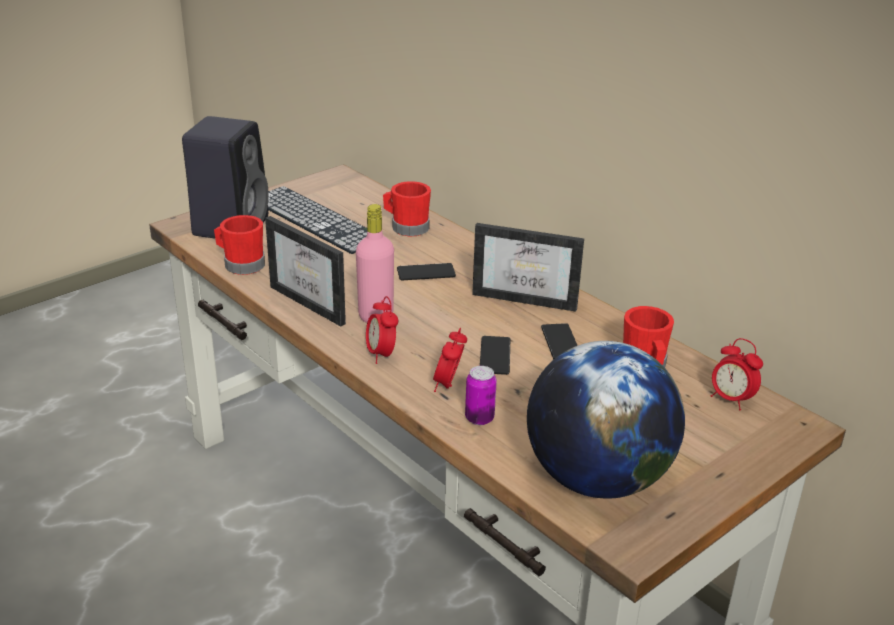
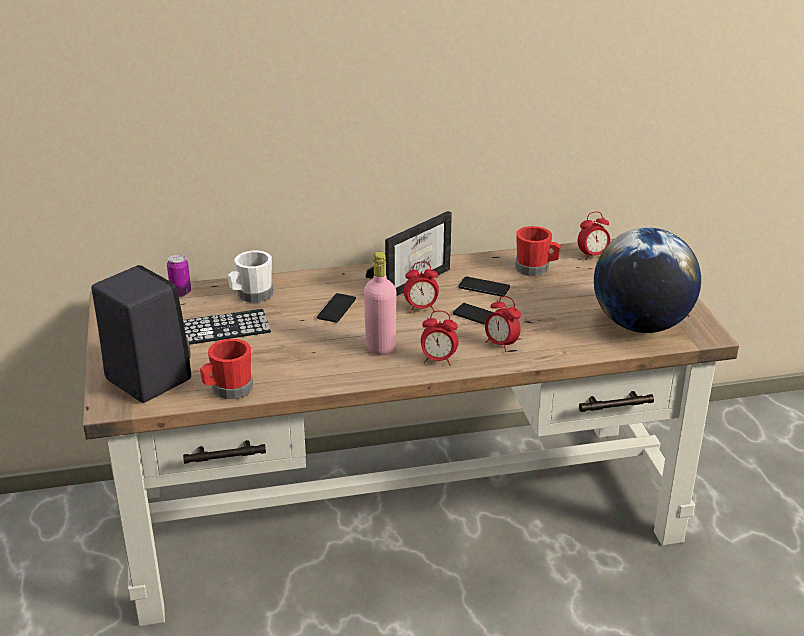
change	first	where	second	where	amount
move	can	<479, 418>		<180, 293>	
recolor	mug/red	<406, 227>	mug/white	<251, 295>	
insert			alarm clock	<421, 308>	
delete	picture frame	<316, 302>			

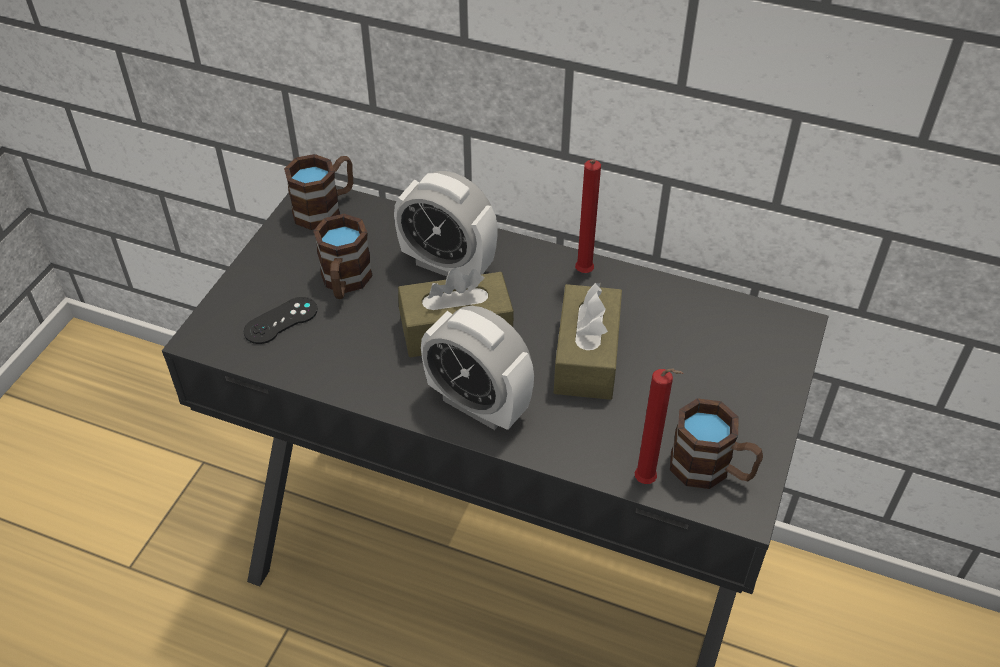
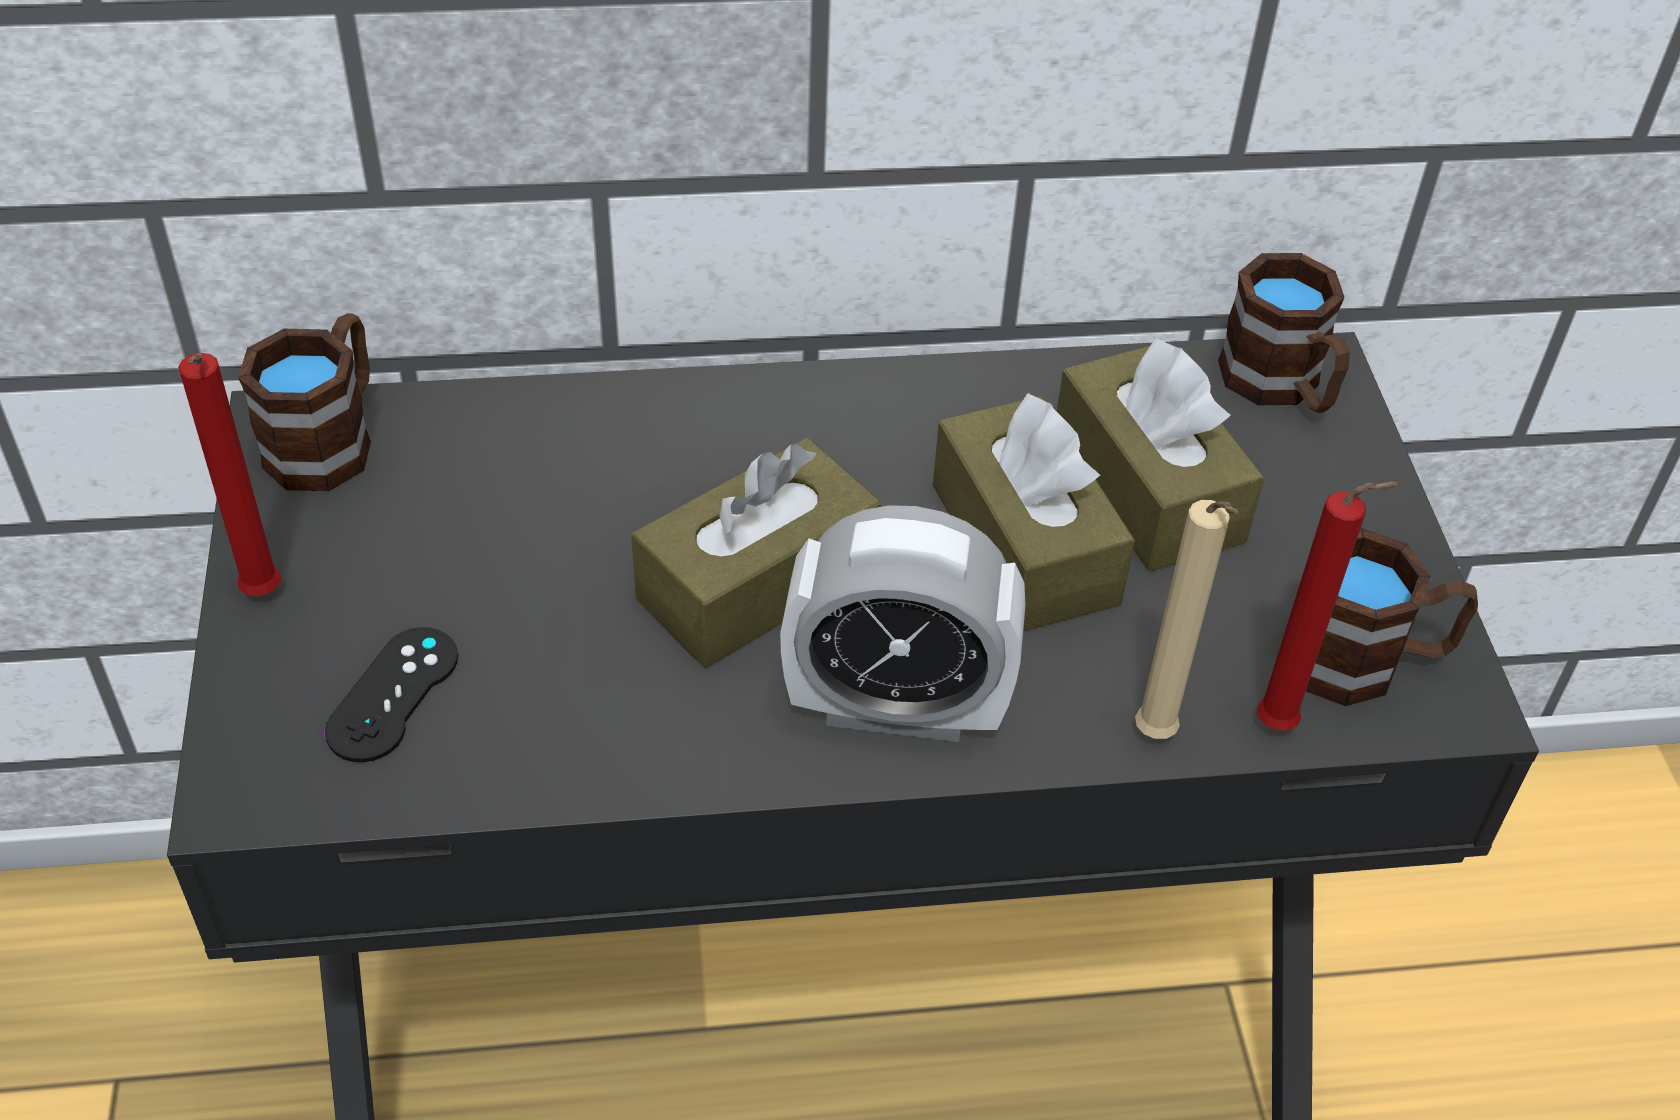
change	first	where	second	where	amount
move	candle/red	<583, 274>		<262, 598>	
insert			tissue box/brown	<1147, 487>	
insert			candle/beige	<1157, 739>	
move	mug/brown	<345, 283>		<1281, 387>	
delete	alarm clock	<447, 265>			

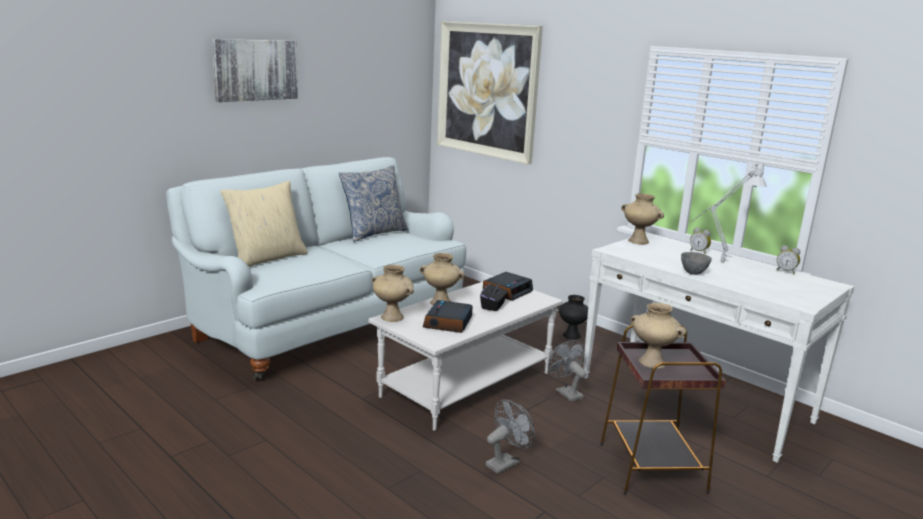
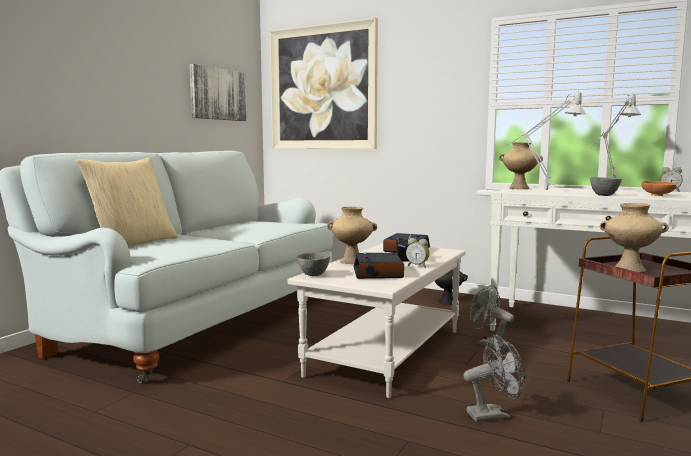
change	first	where	second	where	amount
move	picture	<255, 70>		<217, 94>	
replace	vase/beige	<393, 317>	bowl/grey	<314, 275>	
move	alarm clock	<699, 252>		<417, 266>	
rotate	fan/grey	<506, 462>		<493, 414>	45 degrees clockwise
insert			table lamp/grey	<540, 191>	
insert			bowl/brown	<658, 196>	
delete	pillow	<374, 233>			

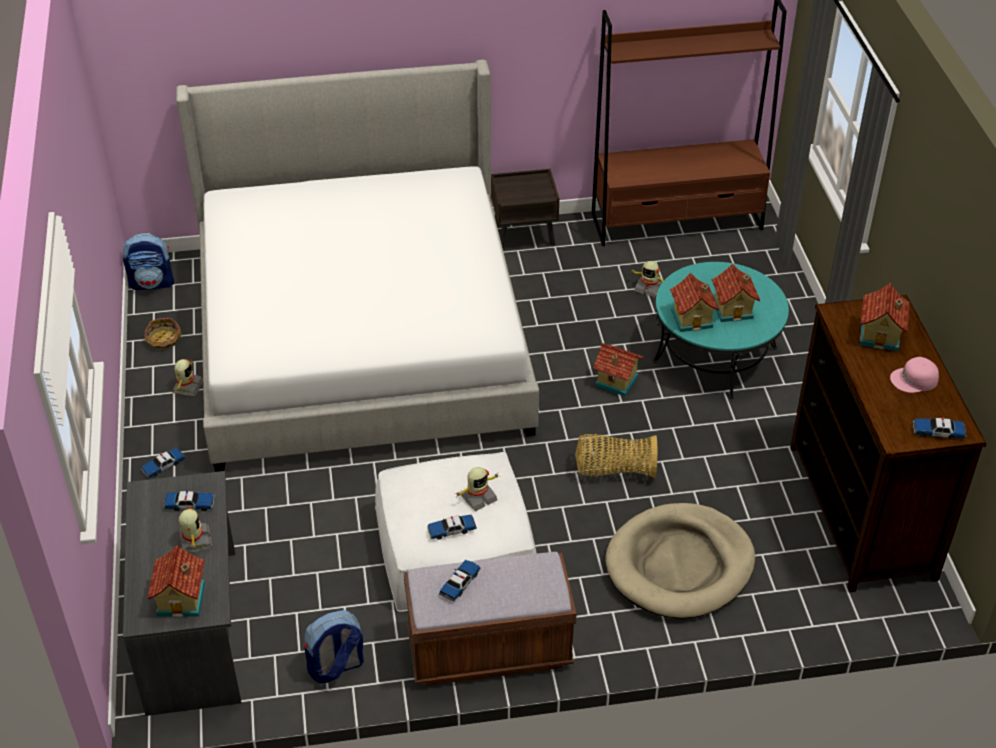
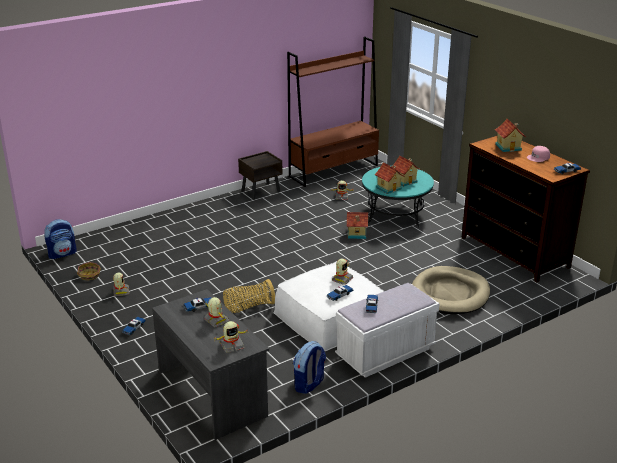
change	first	where	second	where	amount
replace	toy house	<182, 599>	toy robot	<231, 346>	
move	basket	<614, 470>		<248, 307>	
recolor	bench/brown	<489, 650>	bench/white	<385, 353>	
delete	bed	<361, 338>			

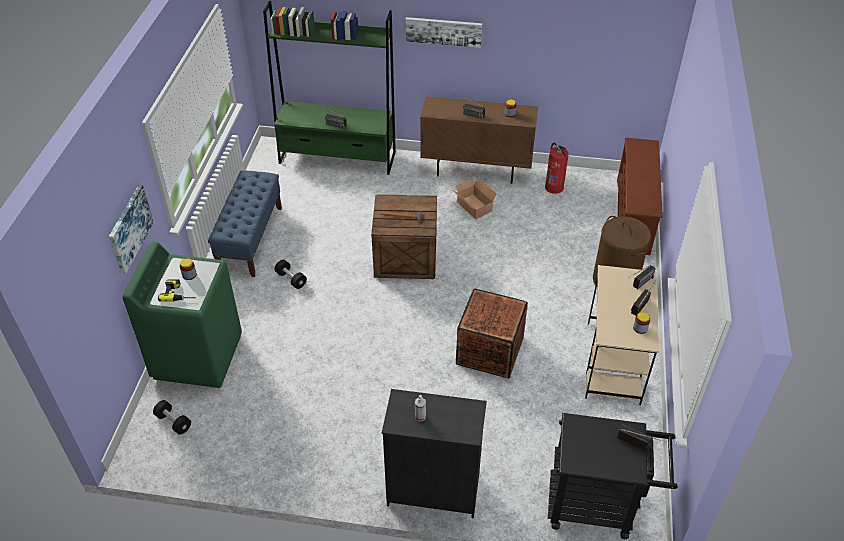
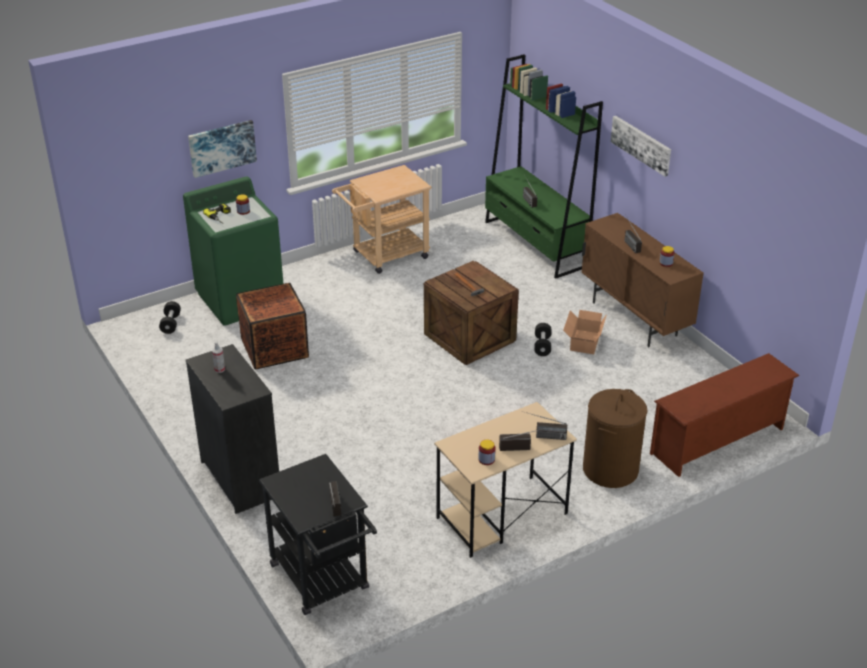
change	first	where	second	where	amount
move	crate	<489, 351>		<274, 348>	
replace	bench/blue	<250, 239>	cart/beige	<384, 256>	
move	dumbbell/black	<291, 279>		<542, 346>	
delete	fire extinguisher	<553, 187>			

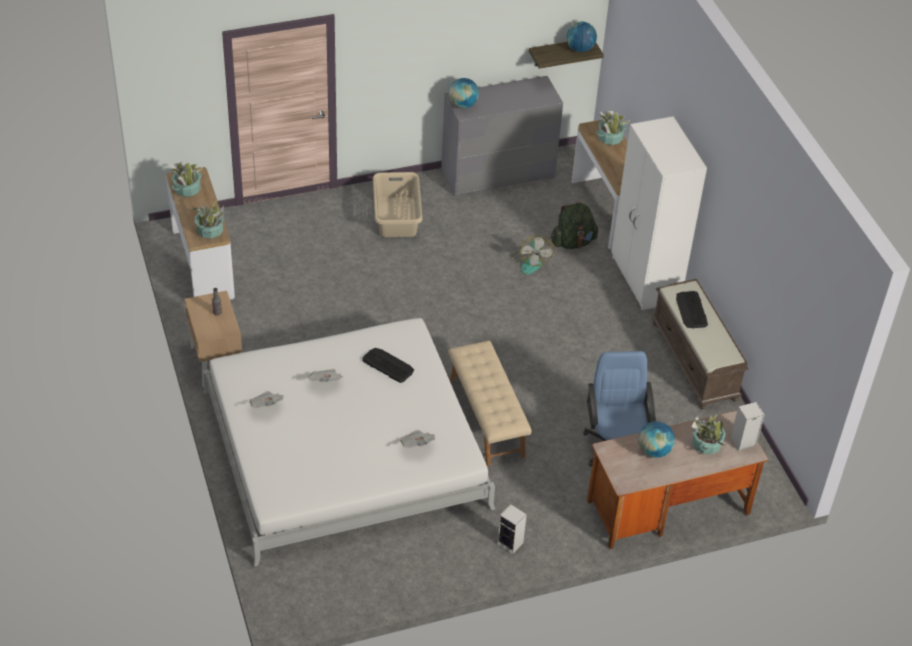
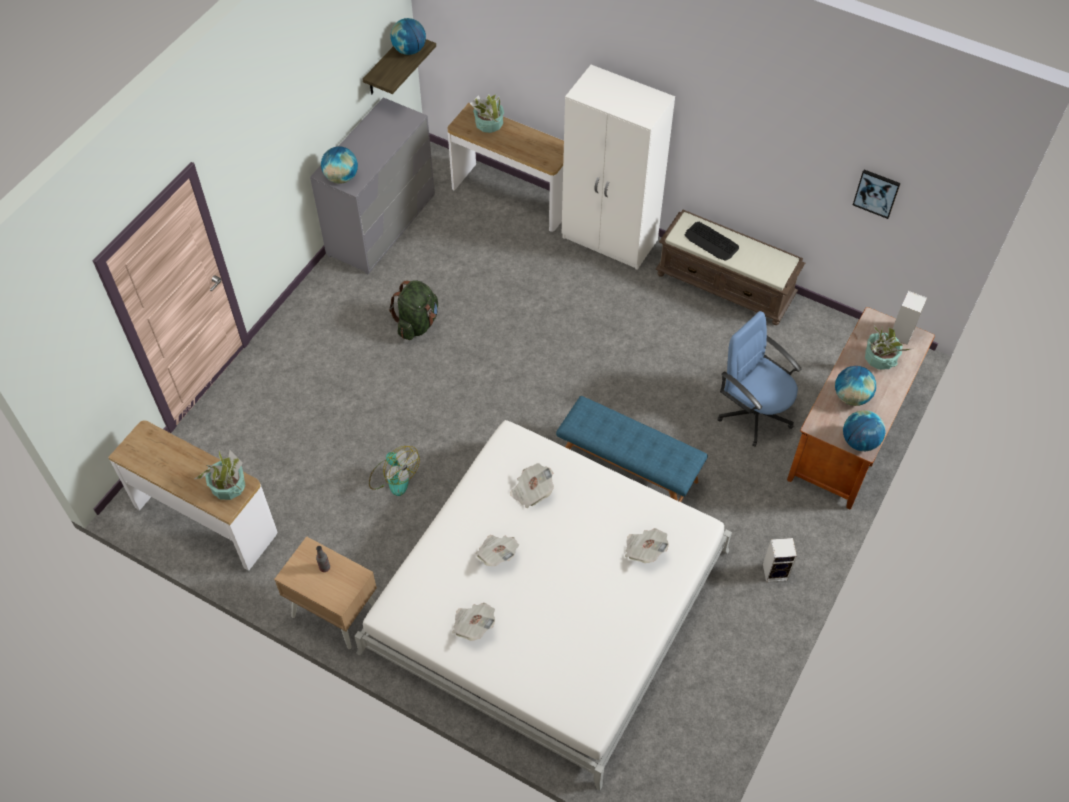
change	first	where	second	where	amount
move	fan	<530, 262>		<393, 477>	
move	backpack/green	<573, 242>		<417, 323>	
replace	keyboard	<388, 365>	newspaper	<531, 491>	
recolor	bench/beige	<486, 417>	bench/blue	<627, 469>	
insert			globe	<859, 441>	
insert			picture	<876, 193>	
delete	potted plant	<187, 189>			
delete	laundry basket/beige	<397, 217>			

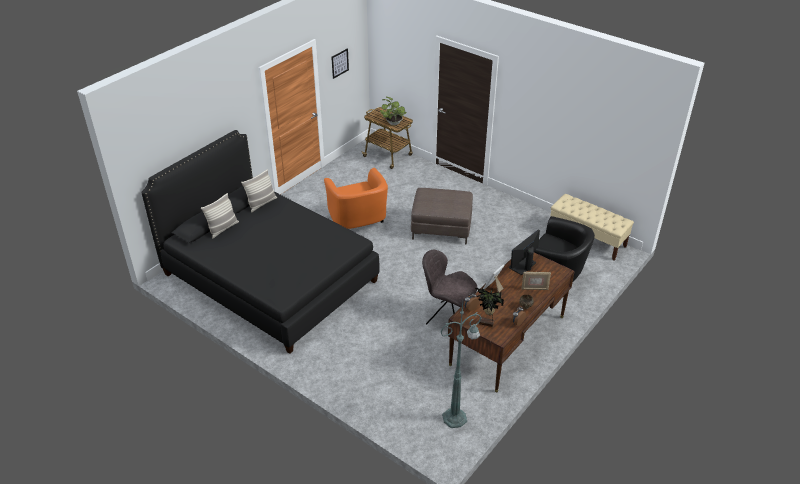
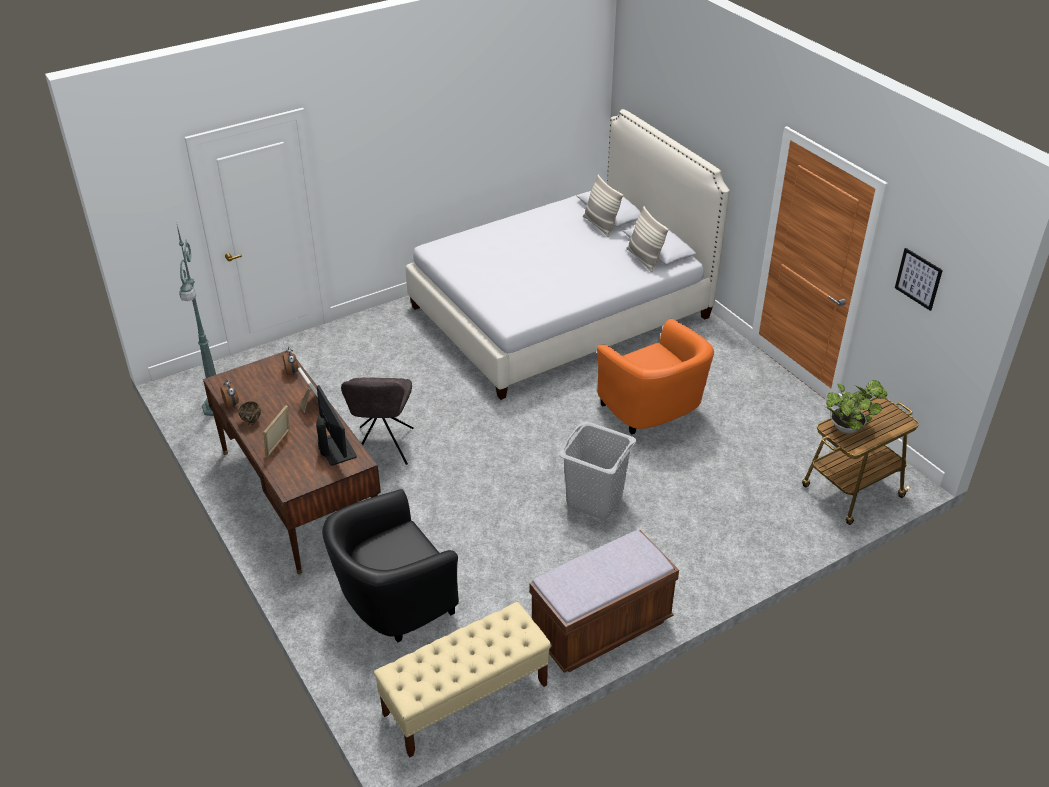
change	first	where	second	where	amount
rotate	chair/grey	<447, 318>		<382, 447>	135 degrees clockwise
recolor	bed/black	<269, 277>	bed/white	<560, 311>	
insert			bench/brown	<601, 628>	
replace	ottoman/brown	<441, 228>	laundry basket/grey	<595, 501>	
rotate	armchair/orange	<358, 221>		<653, 412>	120 degrees counterclockwise
delete	potted plant	<486, 324>			

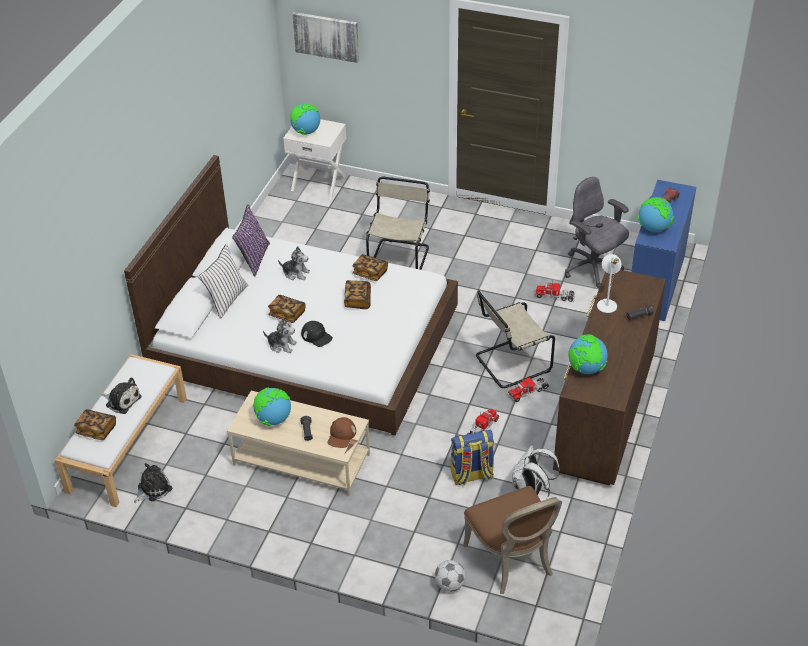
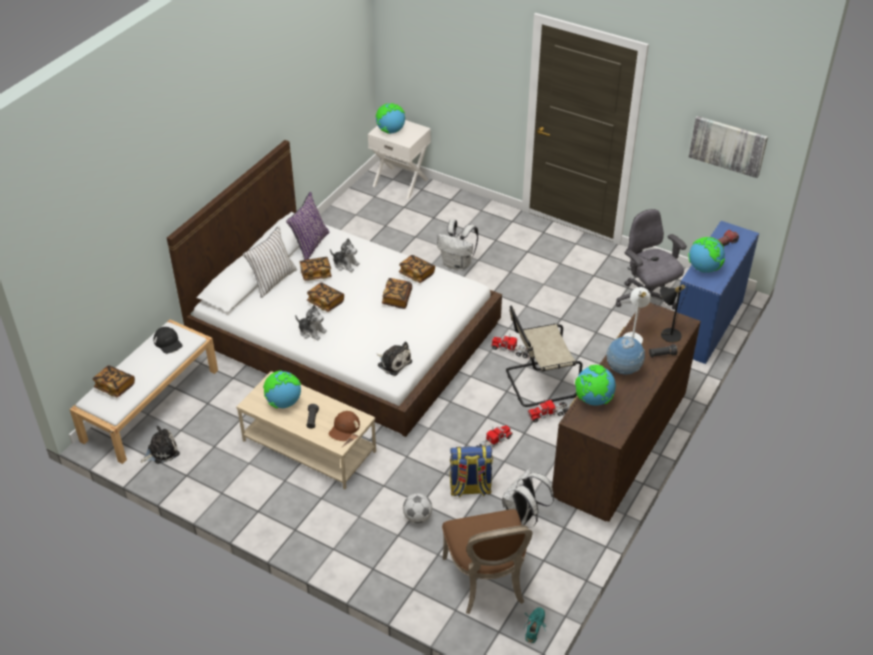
change	first	where	second	where	amount
move	cap/black	<316, 336>		<168, 342>	
insert			book	<316, 274>	
move	plush toy	<122, 400>		<393, 362>	
move	football	<450, 585>		<417, 517>	
replace	chair/beige	<399, 258>	backpack/white	<458, 264>	
move	toy truck	<555, 296>		<511, 350>	
insert			shoe/turquoise	<535, 627>	
insert			globe	<623, 370>	
insert			table lamp/black	<667, 333>	
move	picture	<326, 36>		<728, 146>	

